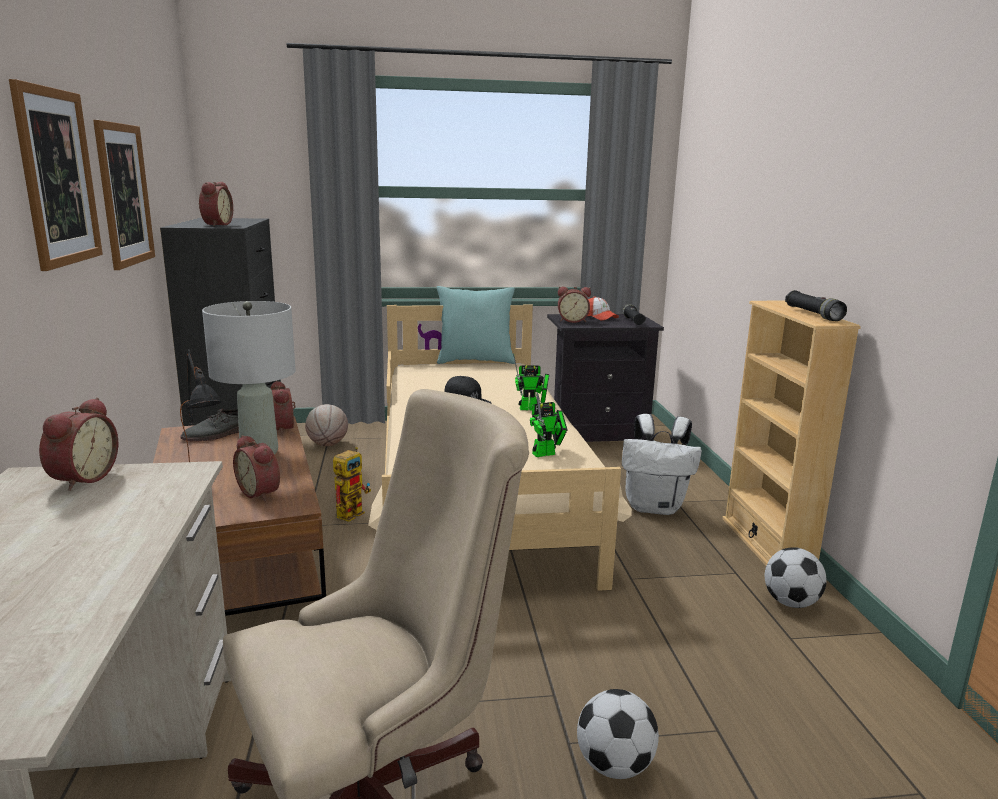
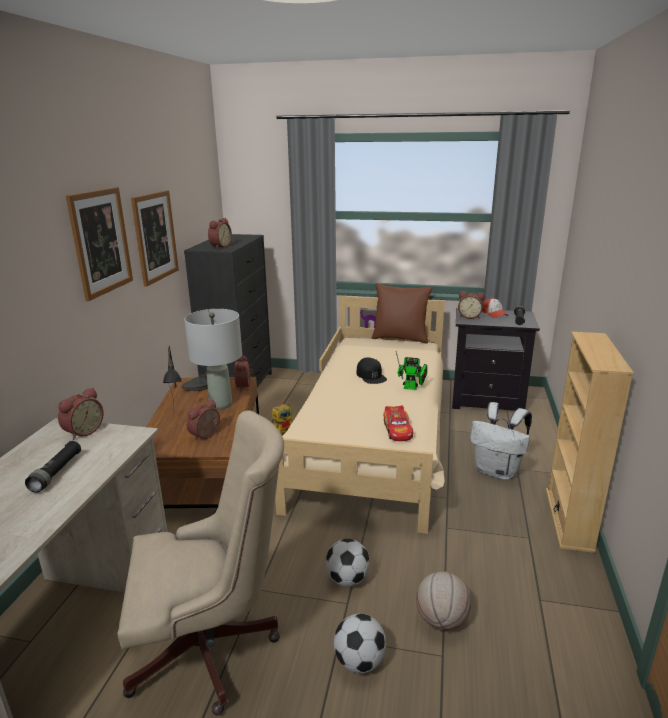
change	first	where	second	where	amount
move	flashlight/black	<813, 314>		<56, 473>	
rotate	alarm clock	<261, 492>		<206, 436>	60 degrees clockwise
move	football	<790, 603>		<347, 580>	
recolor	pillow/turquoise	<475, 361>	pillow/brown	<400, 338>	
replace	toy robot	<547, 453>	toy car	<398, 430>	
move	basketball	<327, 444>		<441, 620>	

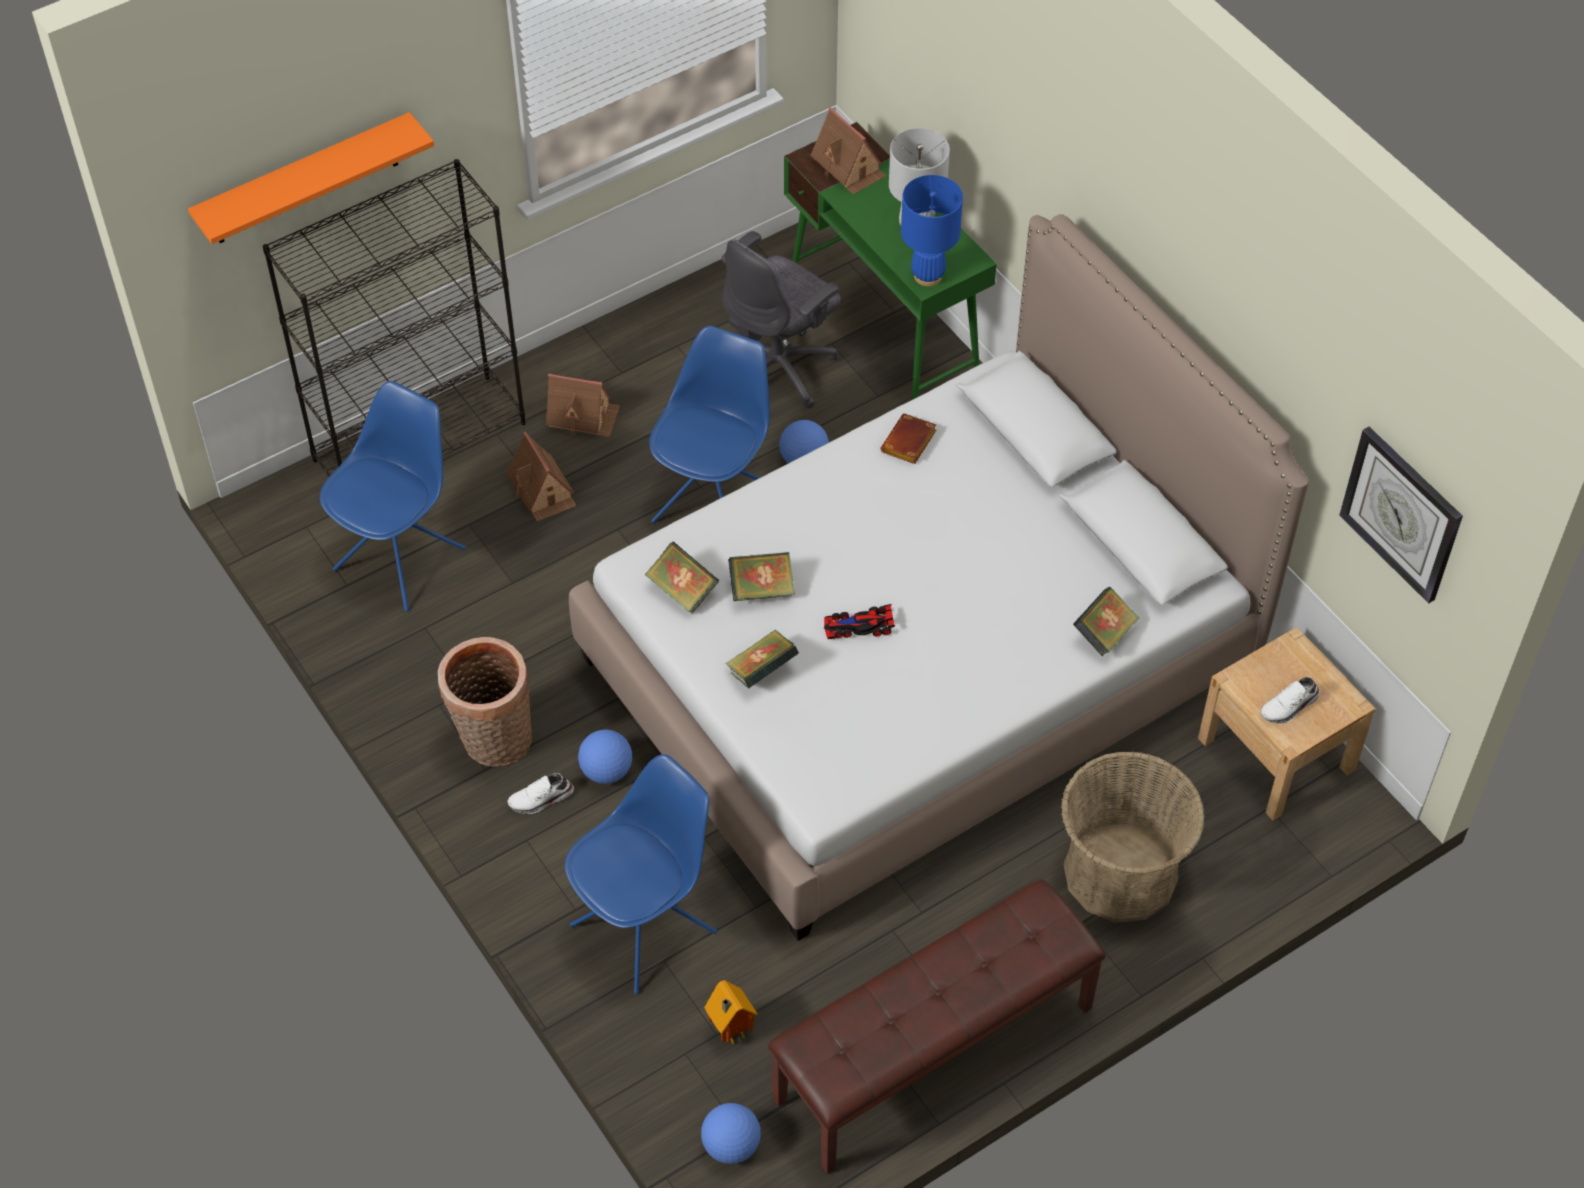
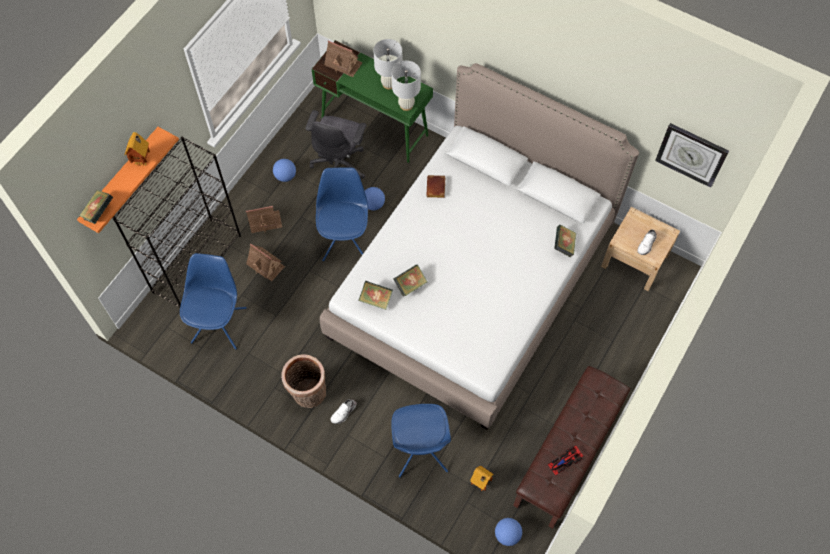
change	first	where	second	where	amount
move	book	<762, 671>		<99, 212>	
insert			toy house	<142, 160>	
move	football	<606, 771>		<285, 176>	
rotate	chair/blue	<646, 927>		<420, 452>	150 degrees clockwise
recolor	table lamp/blue	<928, 276>	table lamp/white	<406, 105>	
move	toy car	<858, 626>		<565, 461>	
delete	basket	<1120, 873>			

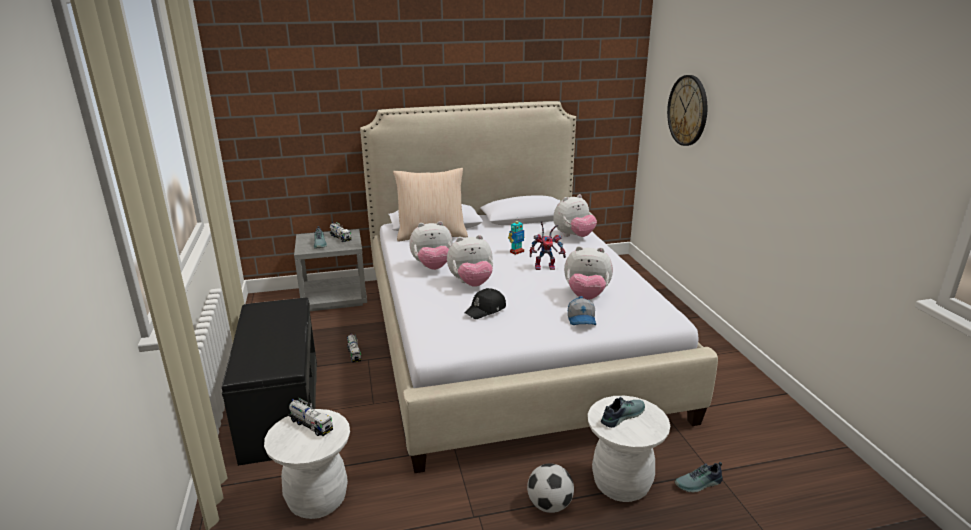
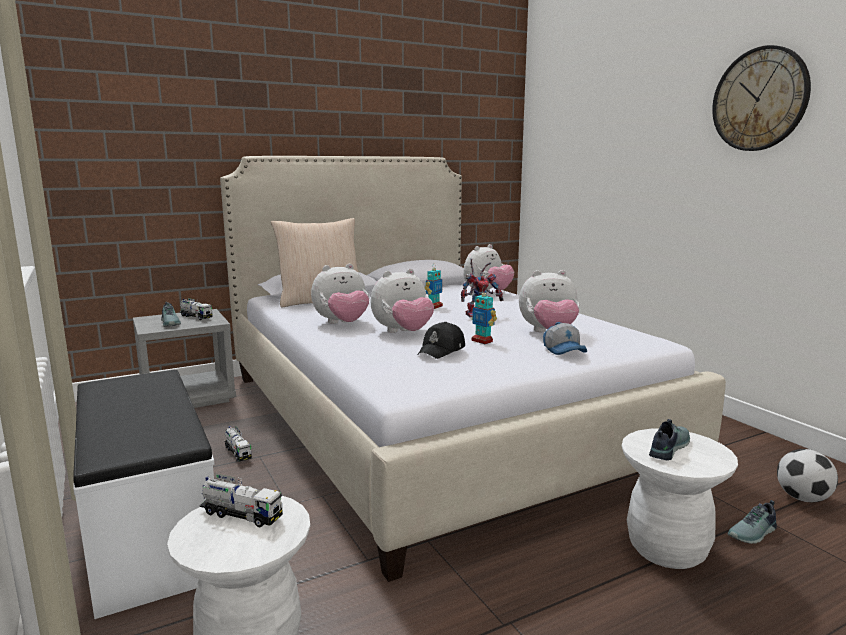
change	first	where	second	where	amount
recolor	bench/black	<280, 409>	bench/white	<148, 530>	
insert			toy robot	<482, 341>	
move	wall clock	<688, 110>		<759, 99>	
move	football	<549, 505>		<802, 498>	

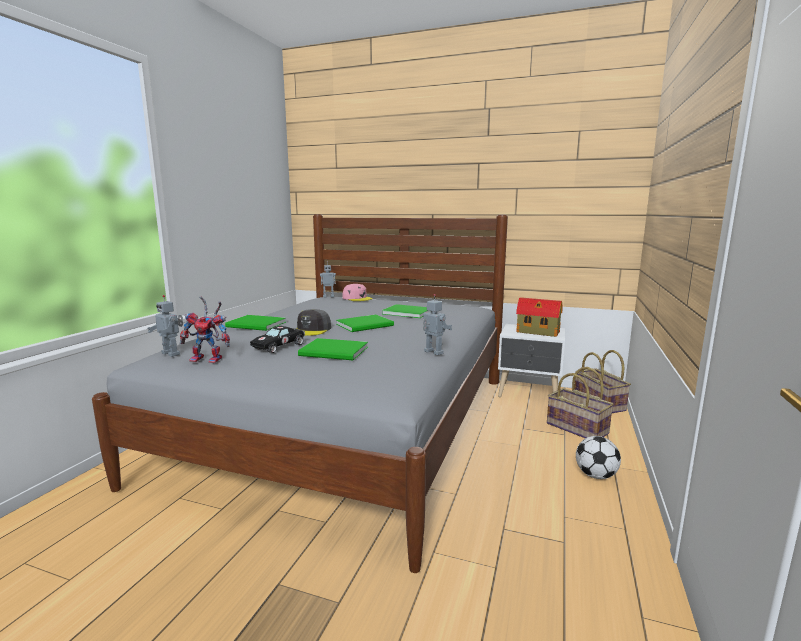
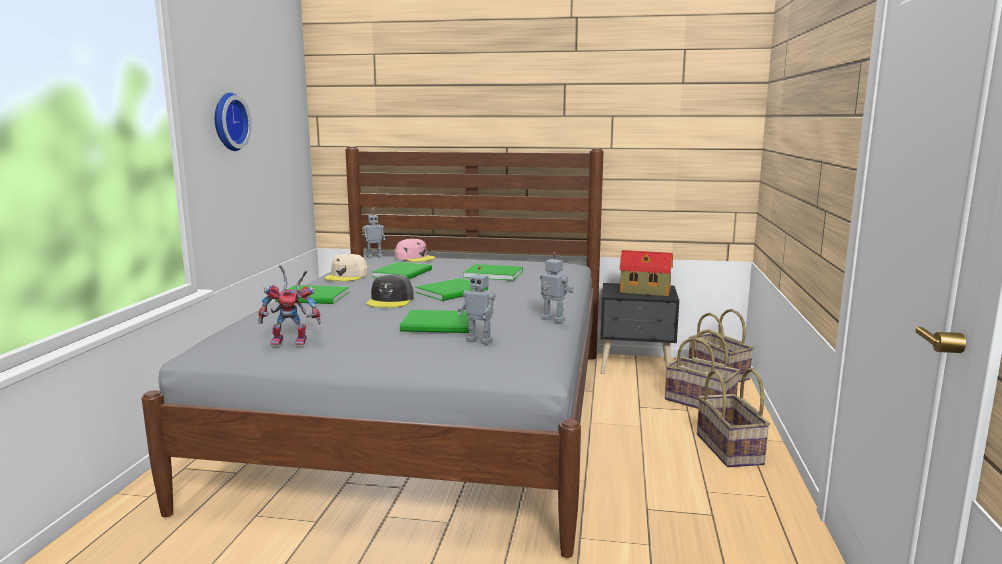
change	first	where	second	where	amount
insert			wall clock	<228, 122>	
insert			cap/beige	<347, 276>	
insert			book/green	<404, 273>	
move	toy robot	<172, 353>		<480, 341>	
recolor	nightstand/white	<529, 394>	nightstand/black	<636, 368>	
replace	football	<595, 475>	basket	<730, 449>	
delete	toy car/black	<280, 346>			

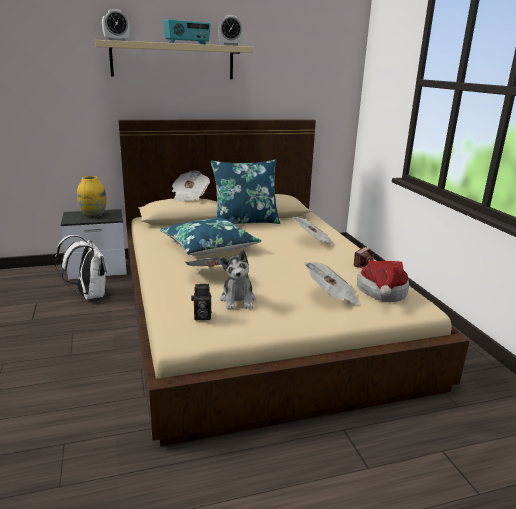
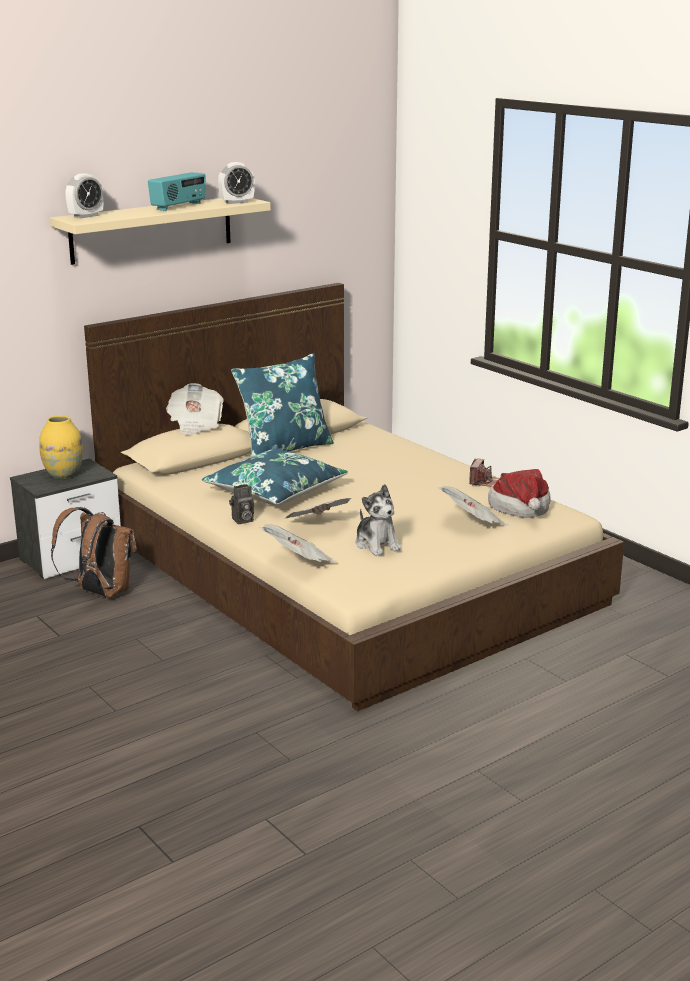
change	first	where	second	where	amount
recolor	backpack/white	<89, 295>	backpack/brown	<100, 593>	
move	photo camera	<201, 317>		<242, 520>	
move	newspaper	<314, 242>		<298, 562>	

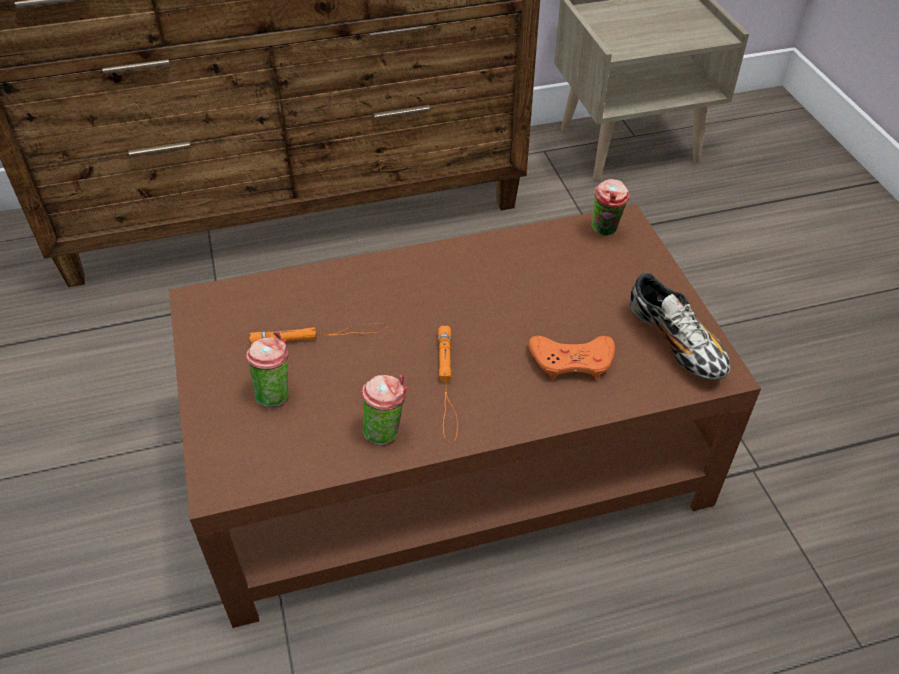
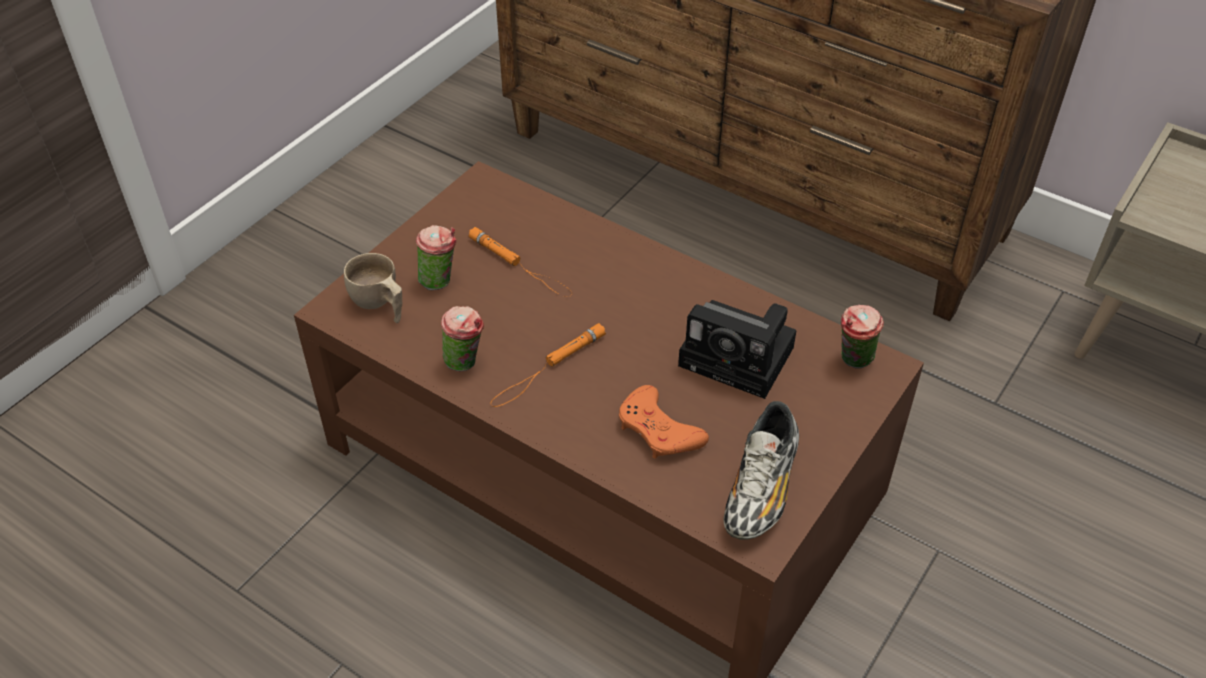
change	first	where	second	where	amount
insert			cup/beige	<379, 305>	
insert			photo camera	<741, 357>	

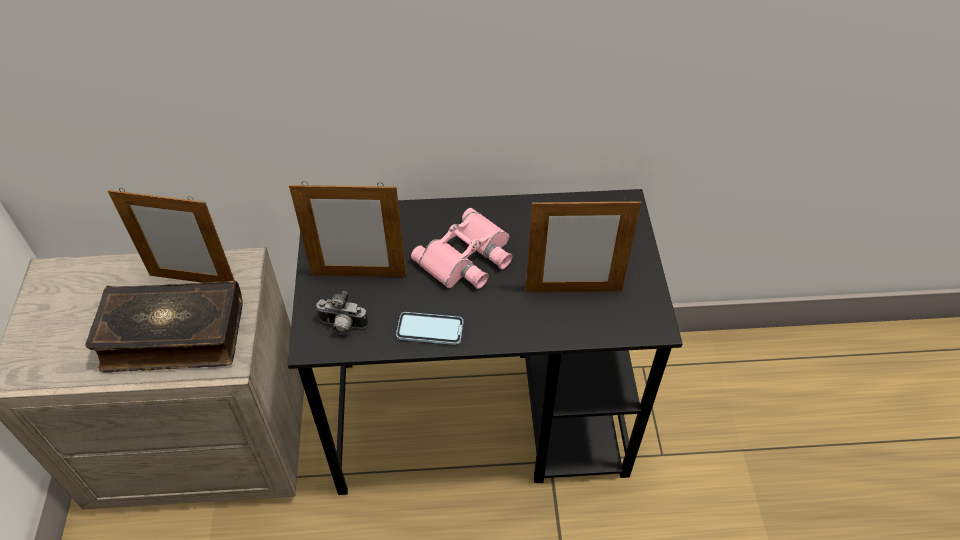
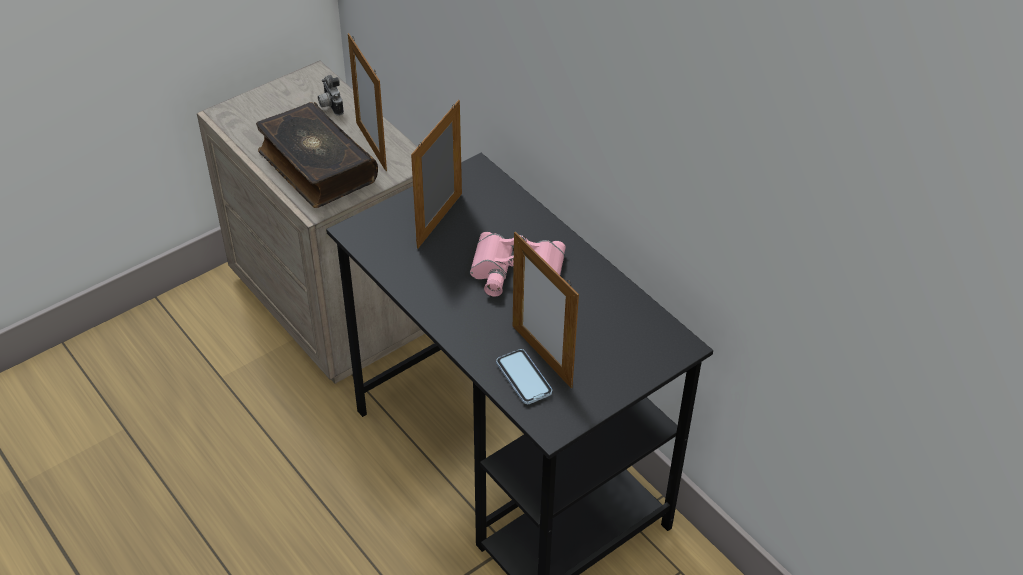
change	first	where	second	where	amount
move	photo camera	<342, 326>		<330, 105>	
rotate	picture frame	<359, 275>		<440, 220>	60 degrees clockwise
move	phone	<430, 330>		<523, 378>	

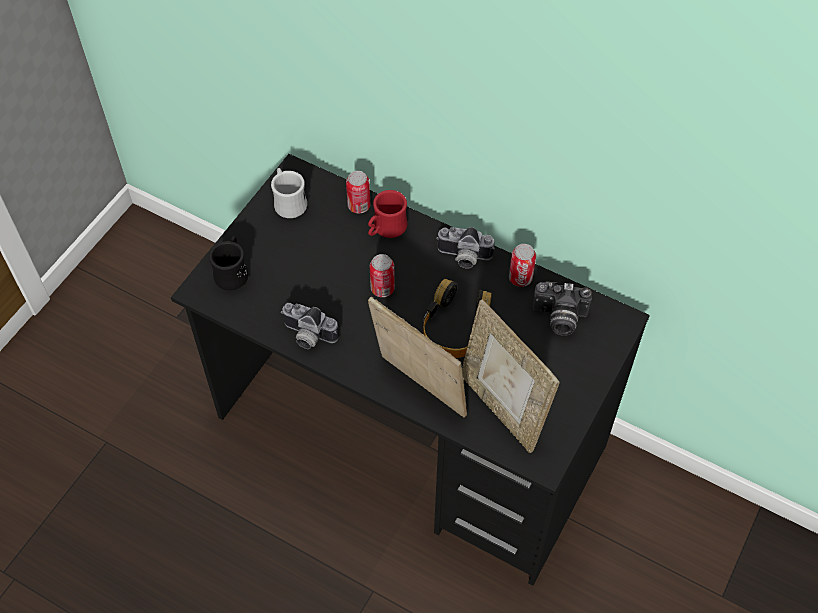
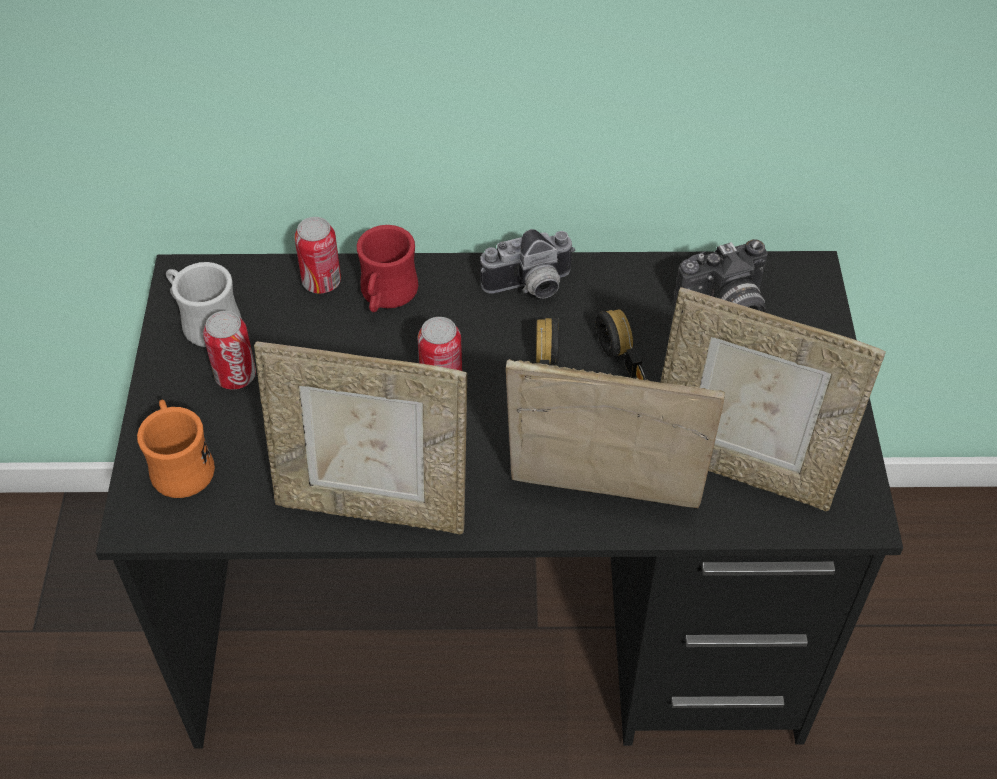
change	first	where	second	where	amount
recolor	mug/black	<232, 272>	mug/orange	<180, 465>	
move	can	<520, 278>		<235, 376>	
replace	photo camera	<307, 337>	picture frame	<373, 506>	

